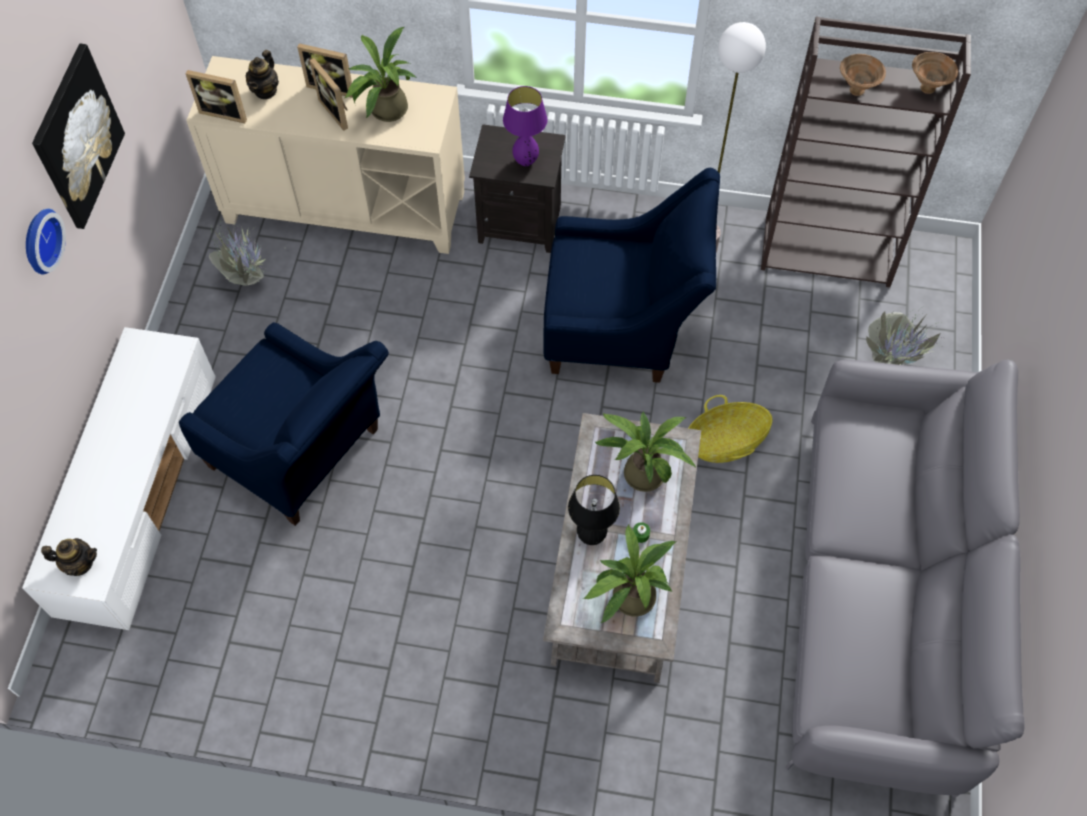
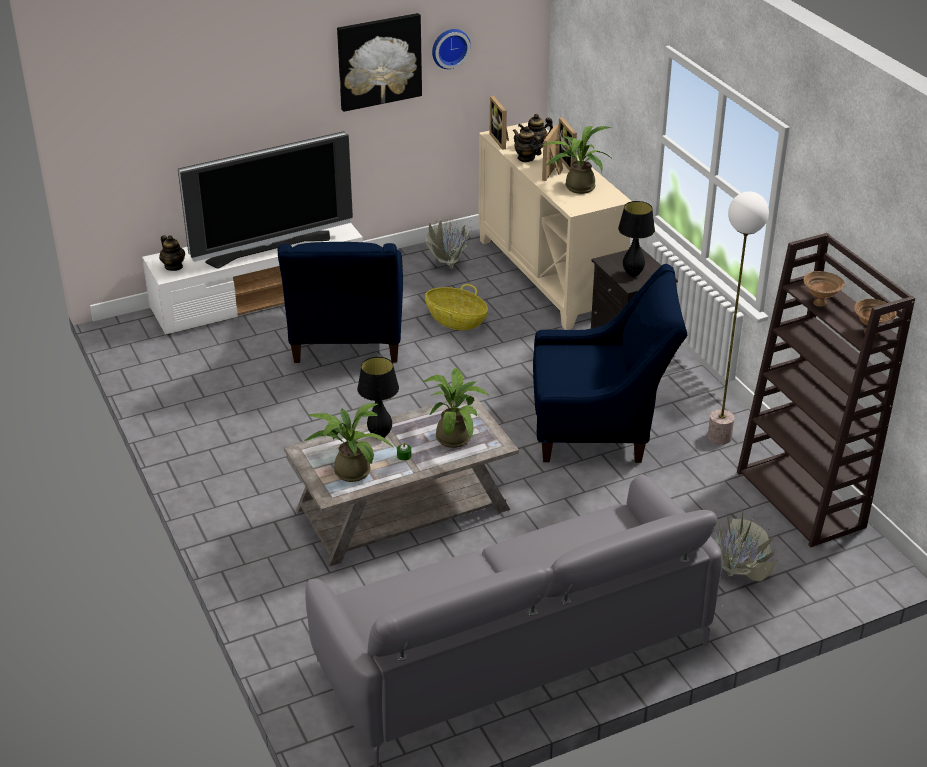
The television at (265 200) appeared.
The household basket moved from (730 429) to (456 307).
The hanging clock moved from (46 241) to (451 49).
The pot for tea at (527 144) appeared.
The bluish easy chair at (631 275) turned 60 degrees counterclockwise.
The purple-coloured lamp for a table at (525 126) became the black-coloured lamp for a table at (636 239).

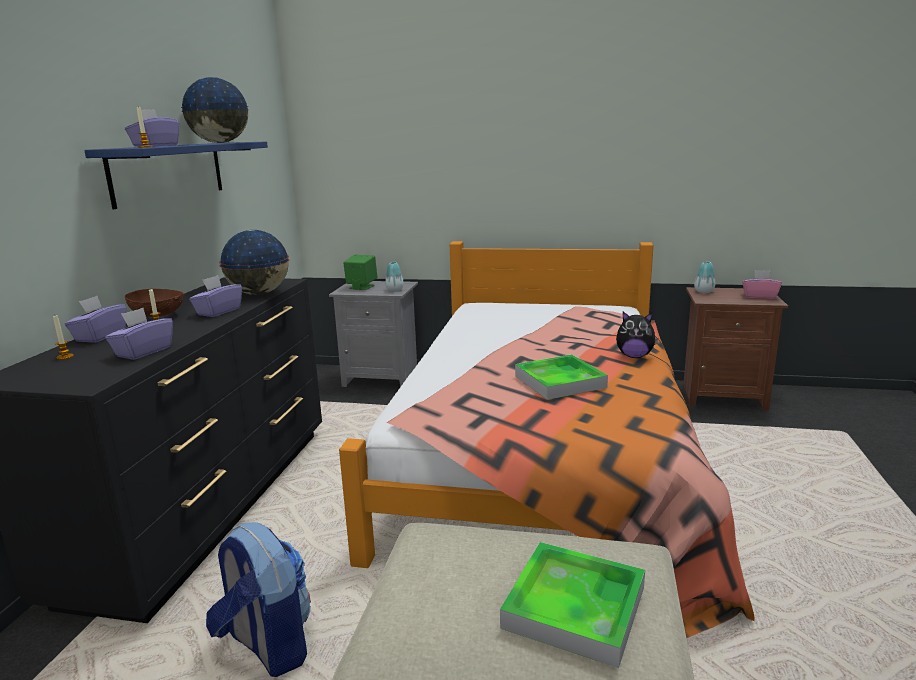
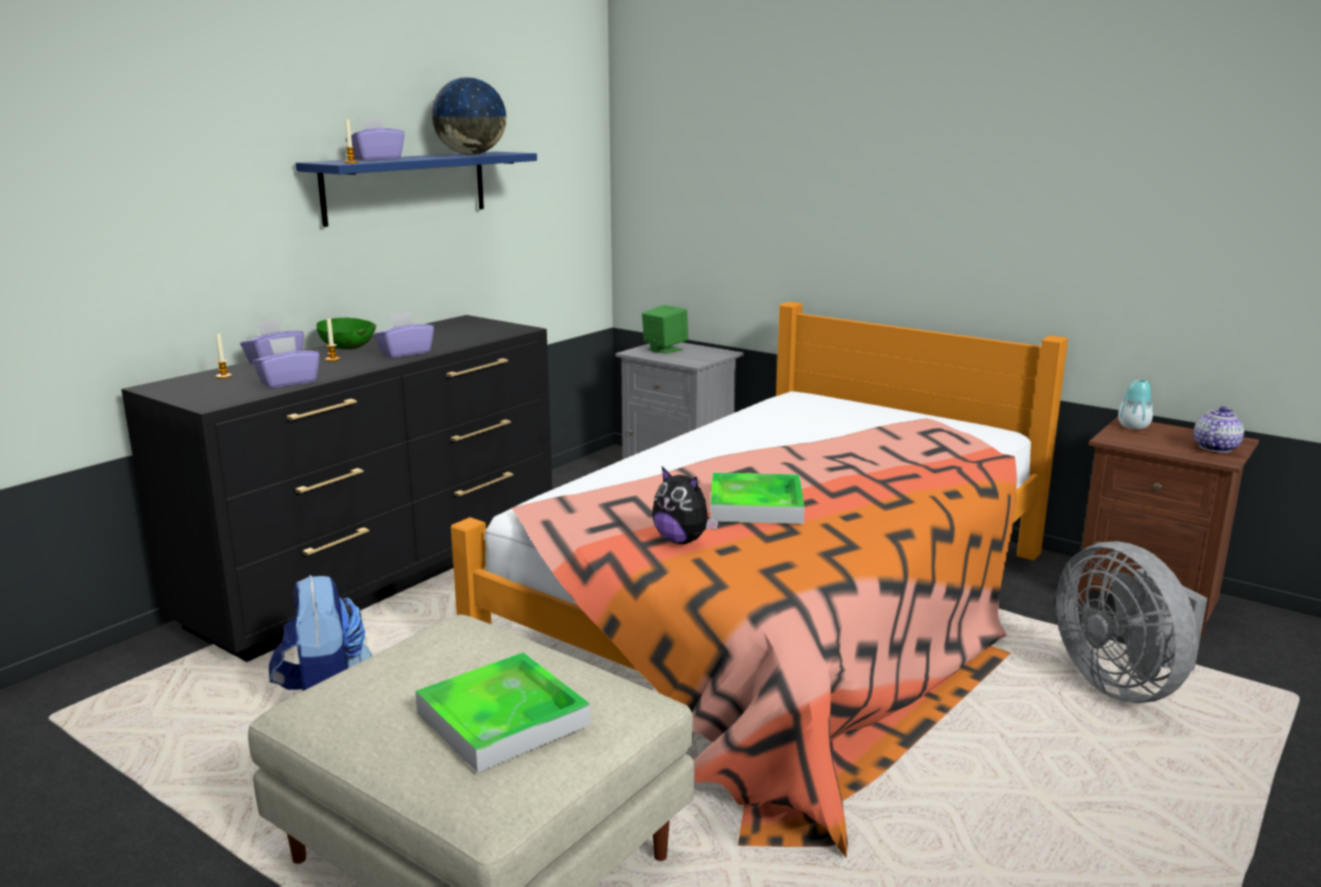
The brown-coloured bowl at (154 303) became the green-coloured bowl at (346 334).
The cuddly toy moved from (637 335) to (685 505).
The grey cooling fan at (1131 622) appeared.
The pinkish box of tissues at (762 284) was replaced by the pot for tea at (1219 429).
The world globe at (254 262) disappeared.
The vase at (394 276) disappeared.

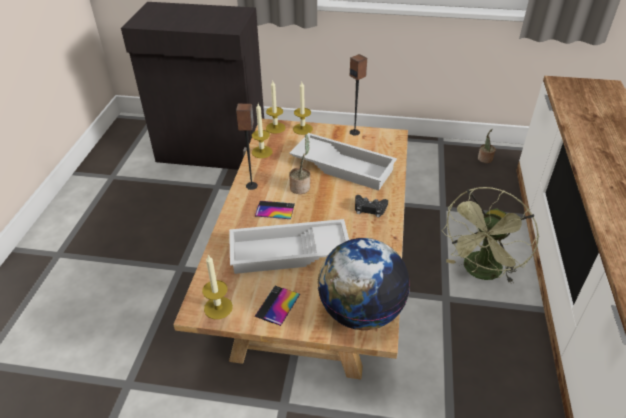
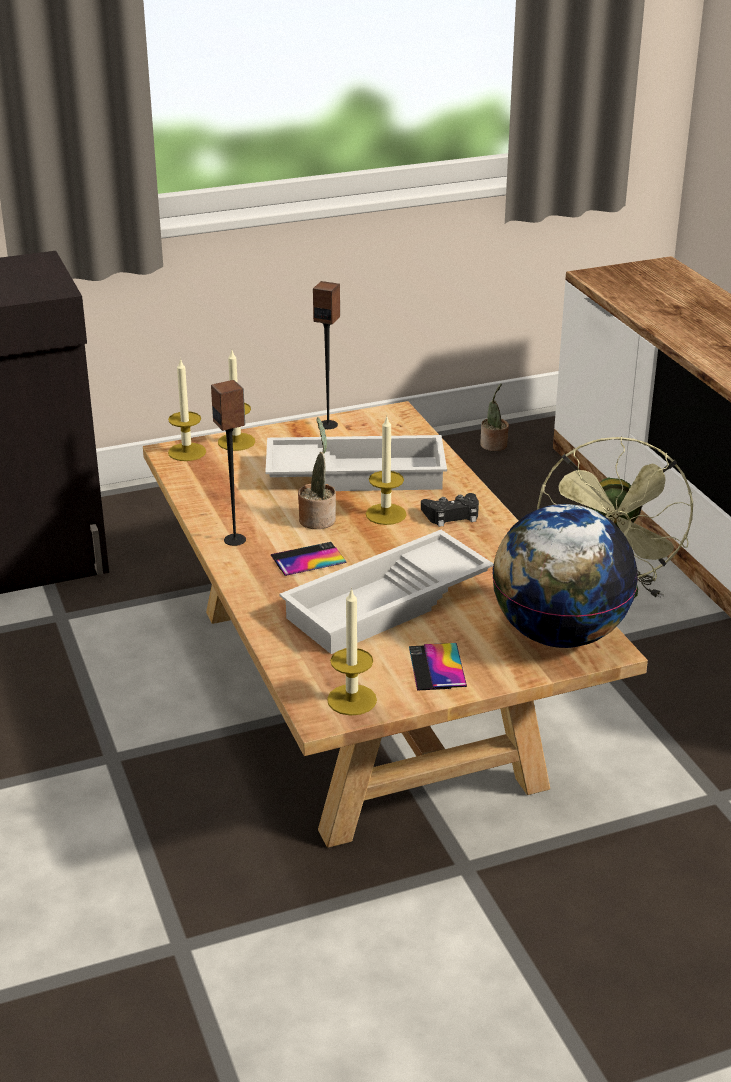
The candle moved from (262 131) to (386 471).

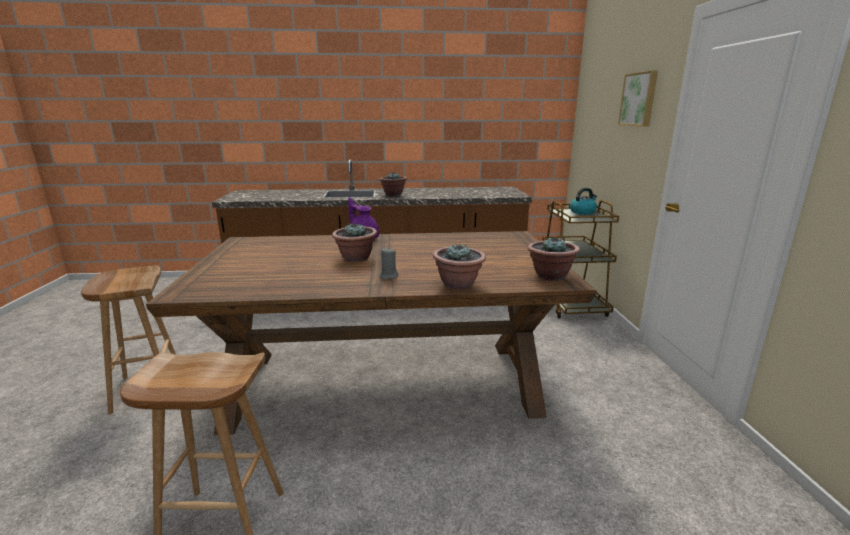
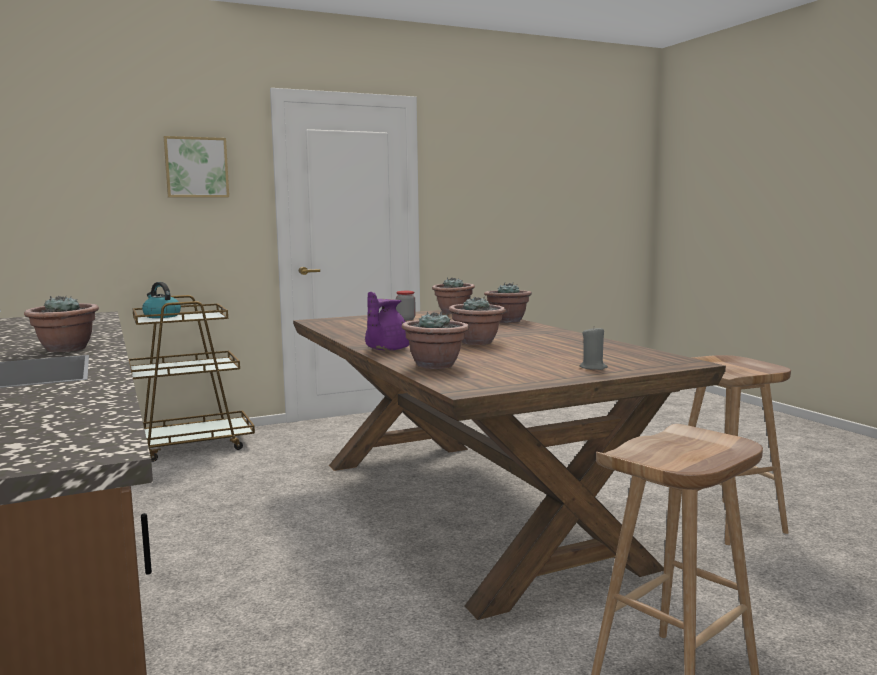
The preserve jar at (406 305) appeared.
The houseplant at (435 340) appeared.
The grey candle moved from (388 264) to (594 348).

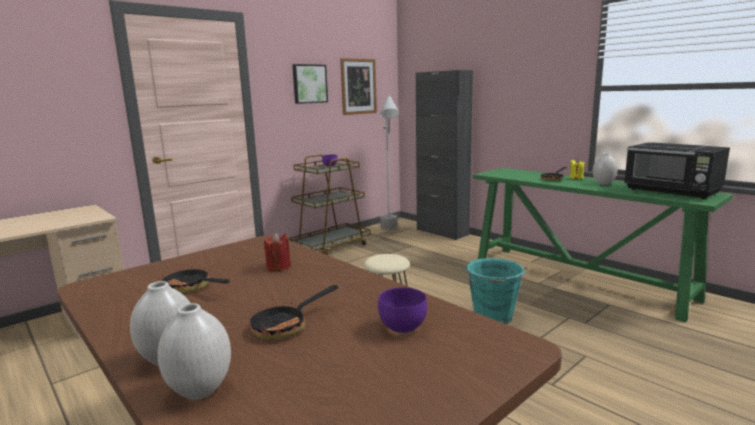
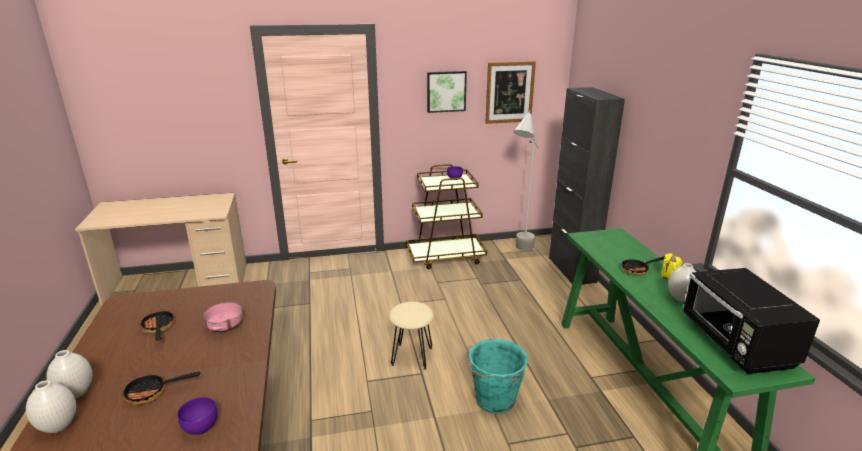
The reddish candle at (277 252) was replaced by the pinkish bowl at (223 317).

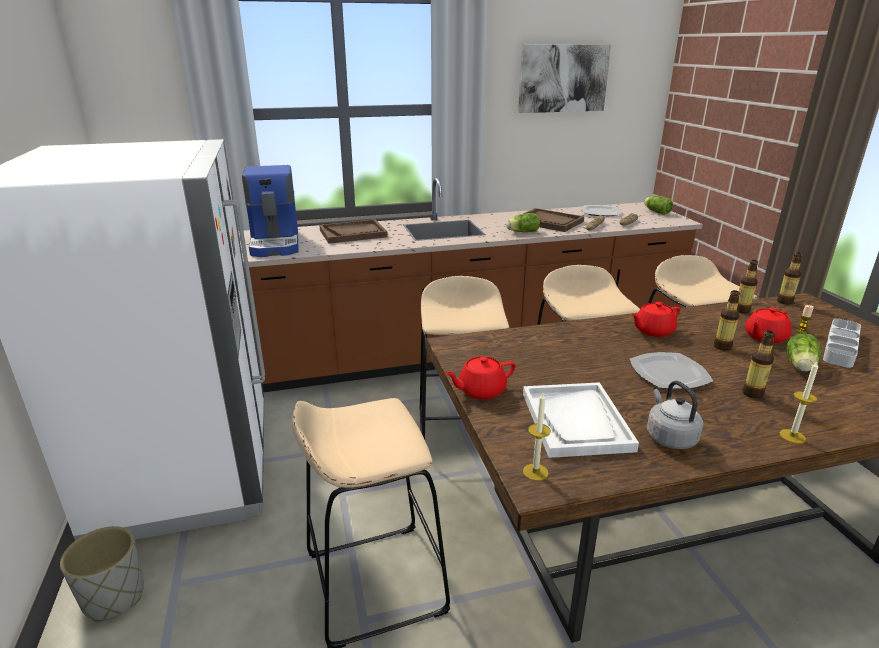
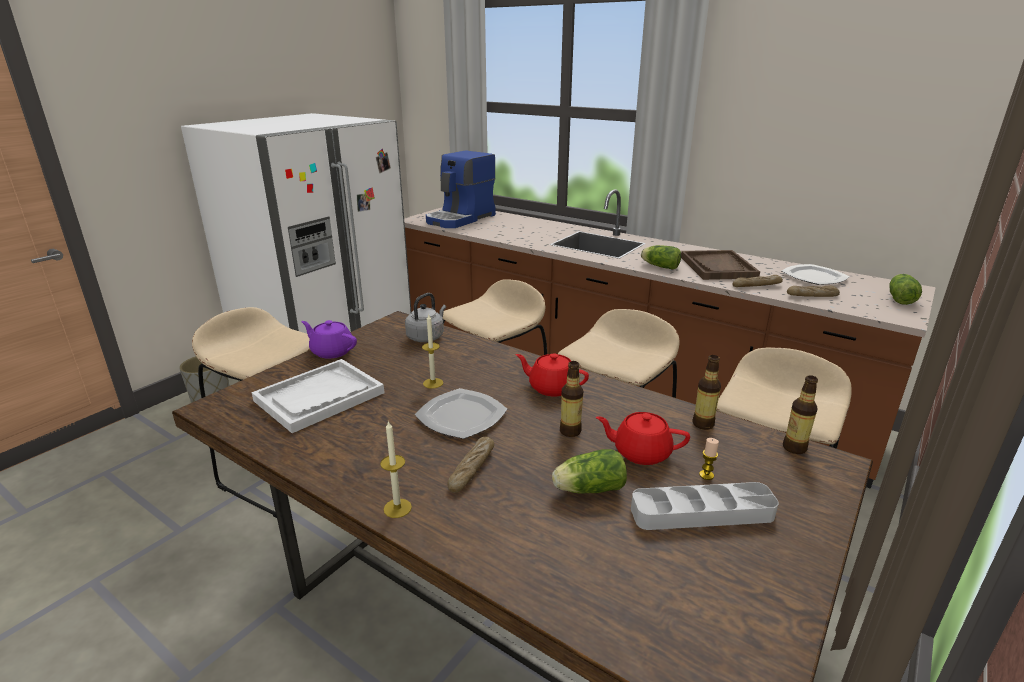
The reddish pot for tea at (480 378) became the purple-coloured pot for tea at (329 339).
The grey tea kettle moved from (675 415) to (425 317).
The candle moved from (537 437) to (432 351).
The beverage bottle at (759 364) was replaced by the bakery bread at (470 465).
The brown-coloured serving tray at (353 231) disappeared.
The picture at (564 79) disappeared.

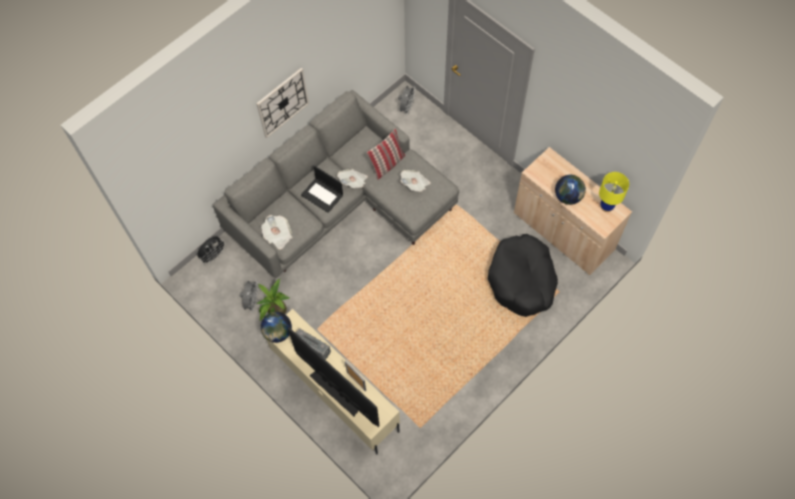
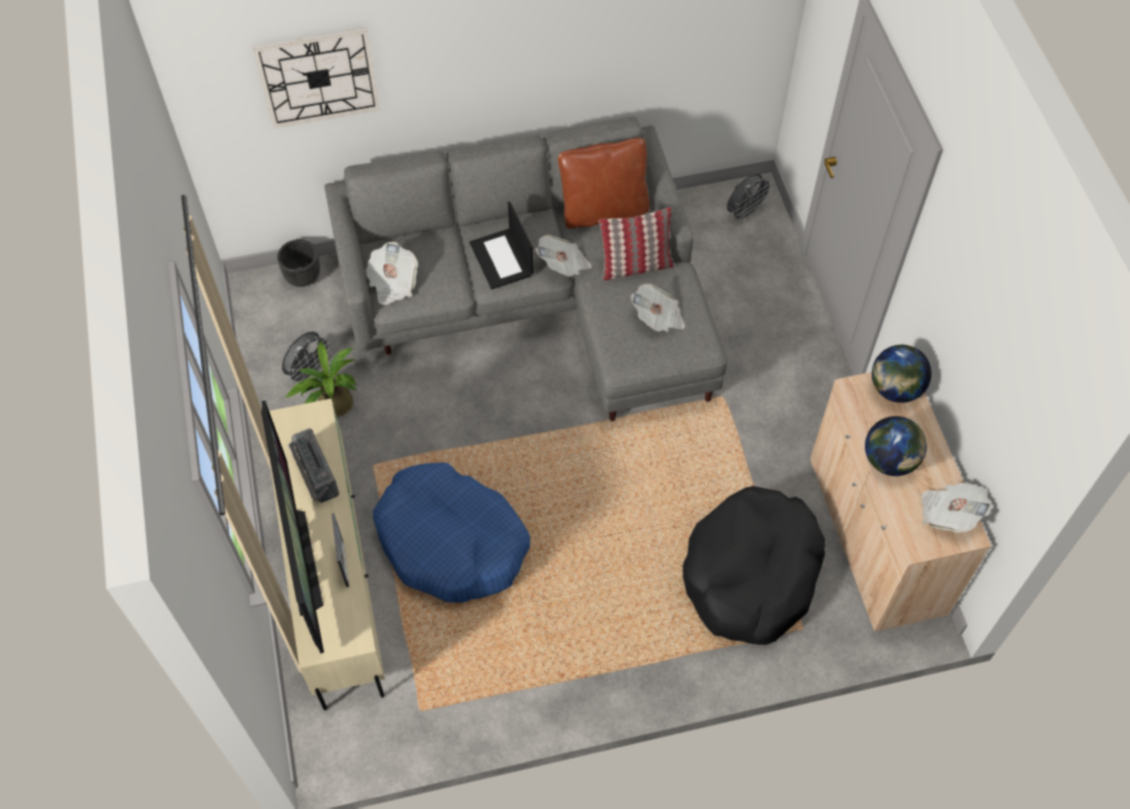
The hanging clock moved from (282 103) to (316 77).
The black-coloured cooling fan at (211 251) was replaced by the black-coloured plant pot at (298 263).
The bluish dog cushion at (451 532) appeared.
The brown-coloured cushion at (604 183) appeared.
The world globe moved from (276 327) to (902 374).
The yellow lamp for a table at (614 192) was replaced by the printed paper at (956 507).

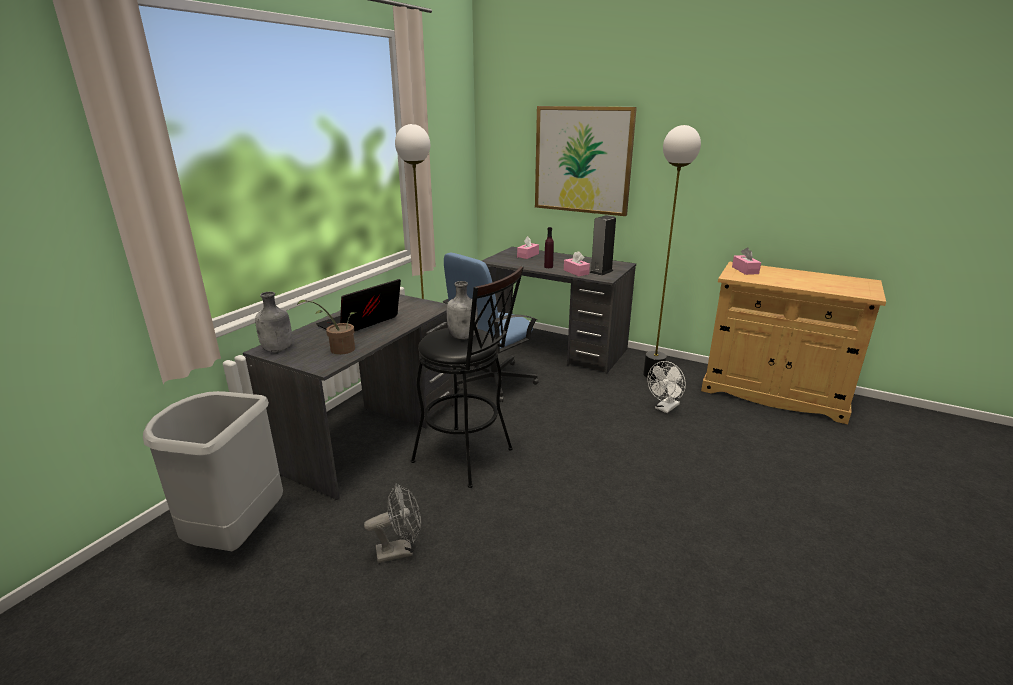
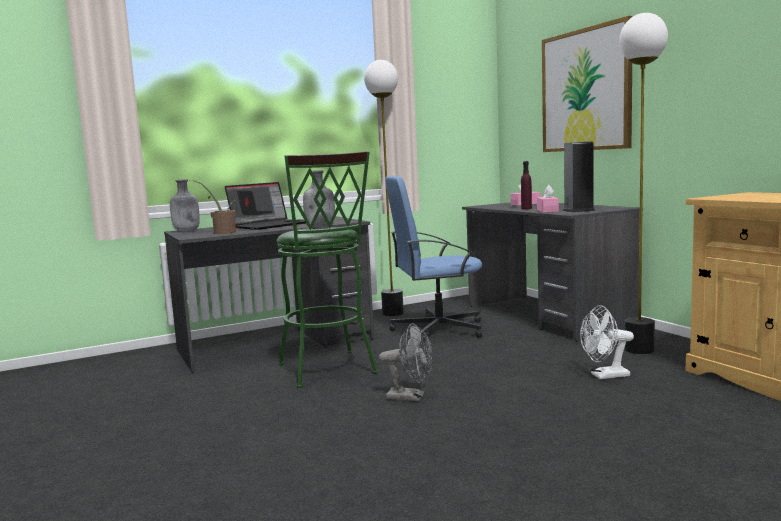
The laptop at (358 305) turned 150 degrees clockwise.
The black-coloured sitting stool at (467 376) became the green-coloured sitting stool at (327 269).
The grey cooling fan moved from (392 523) to (406 362).
The grey rubbish bin at (213 471) disappeared.
The pinkish box of tissues at (746 261) disappeared.

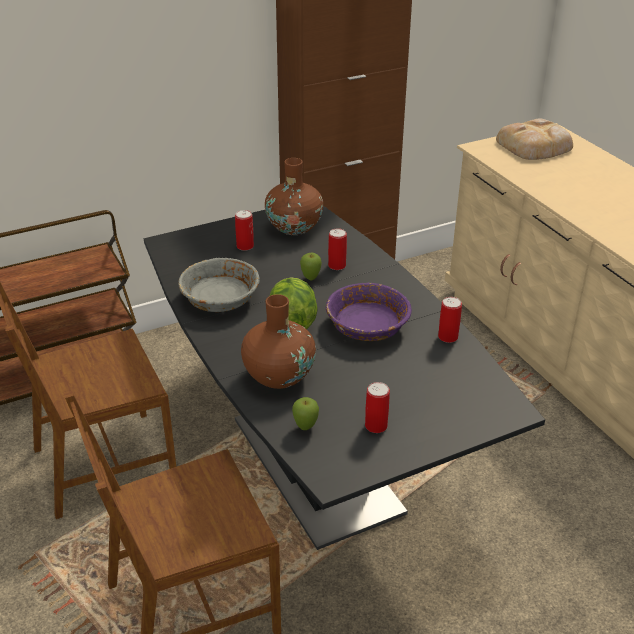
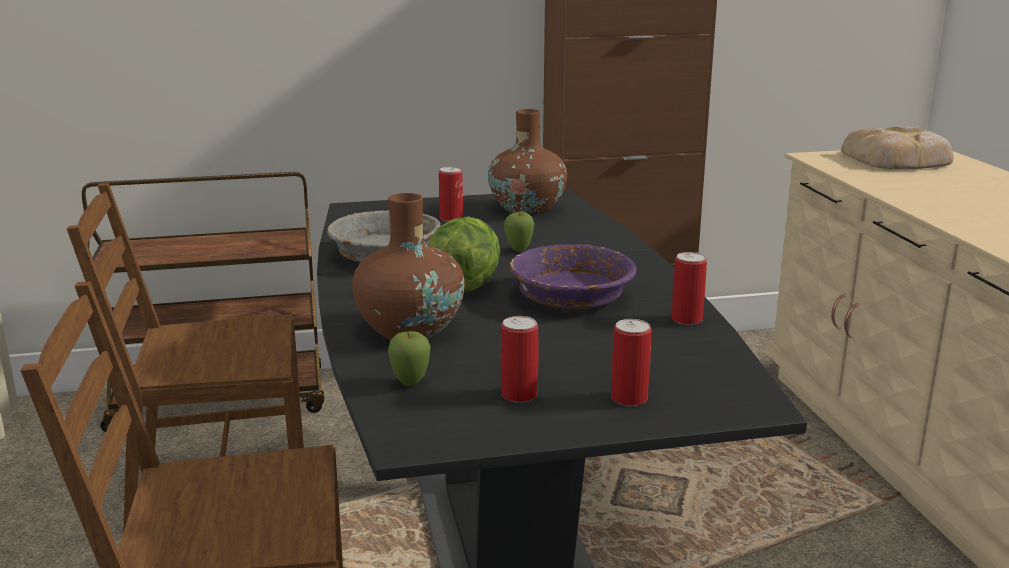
The sealed can moved from (337 249) to (631 362).

